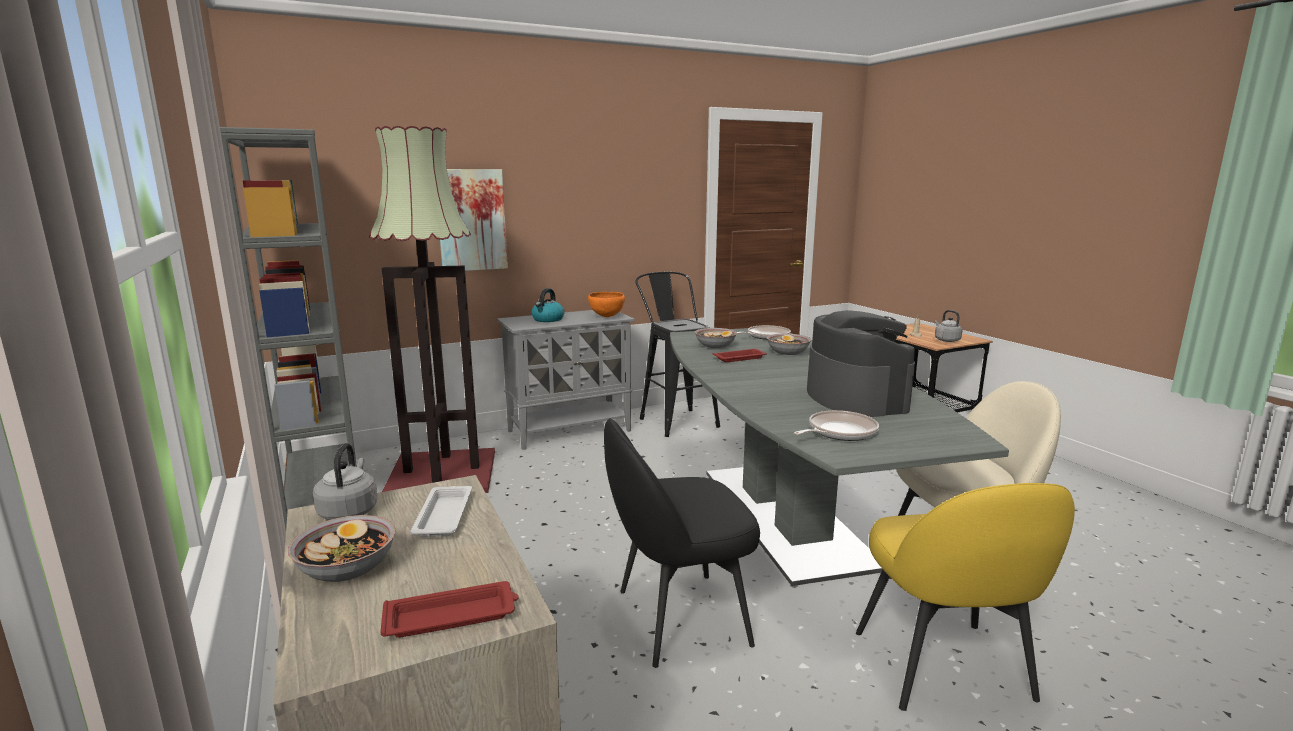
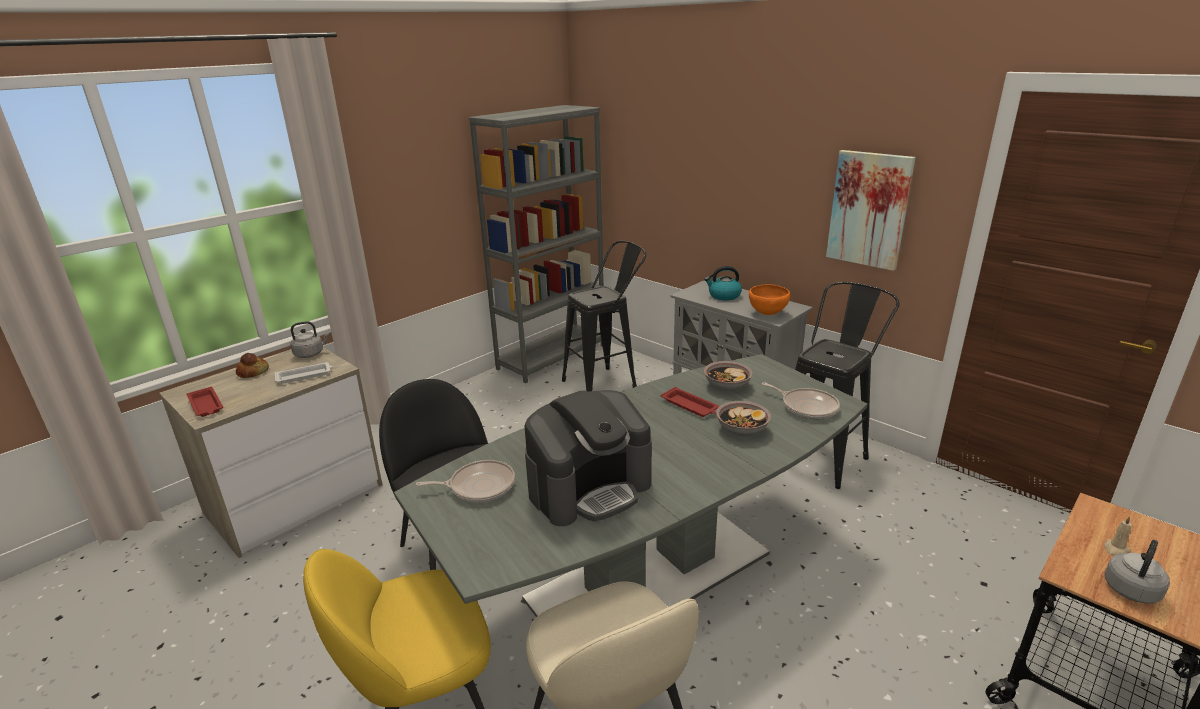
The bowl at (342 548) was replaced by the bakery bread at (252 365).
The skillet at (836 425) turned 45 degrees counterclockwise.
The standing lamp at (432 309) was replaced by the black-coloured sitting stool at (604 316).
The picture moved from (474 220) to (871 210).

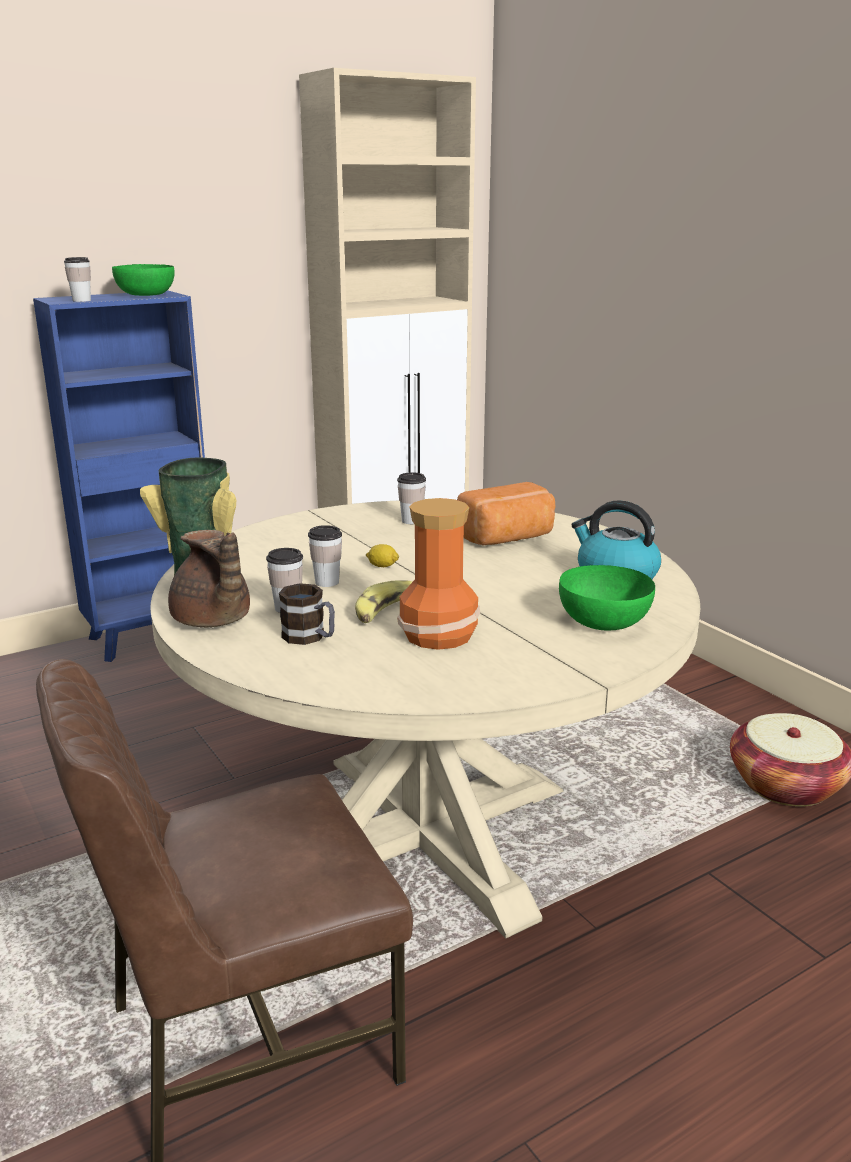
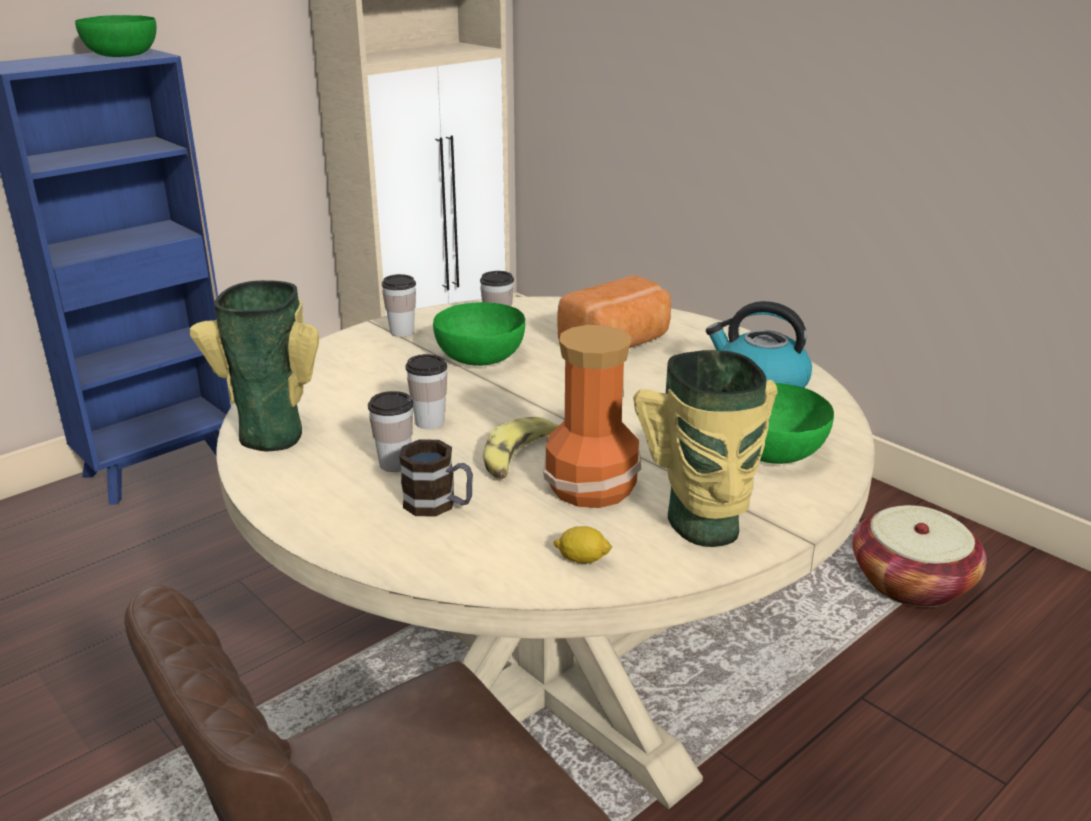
The drinking cup moved from (77 279) to (399 305).
The green-coloured bowl at (479 334) appeared.
The citrus fruit moved from (382 555) to (582 545).
The vase at (705 448) appeared.
The brown-coloured pot for tea at (209 578) disappeared.

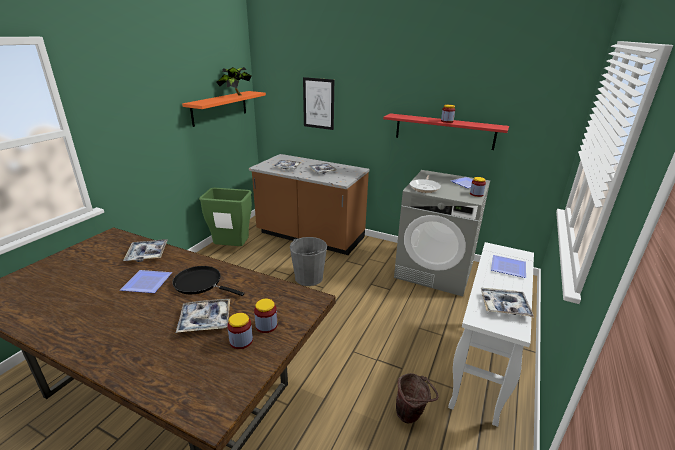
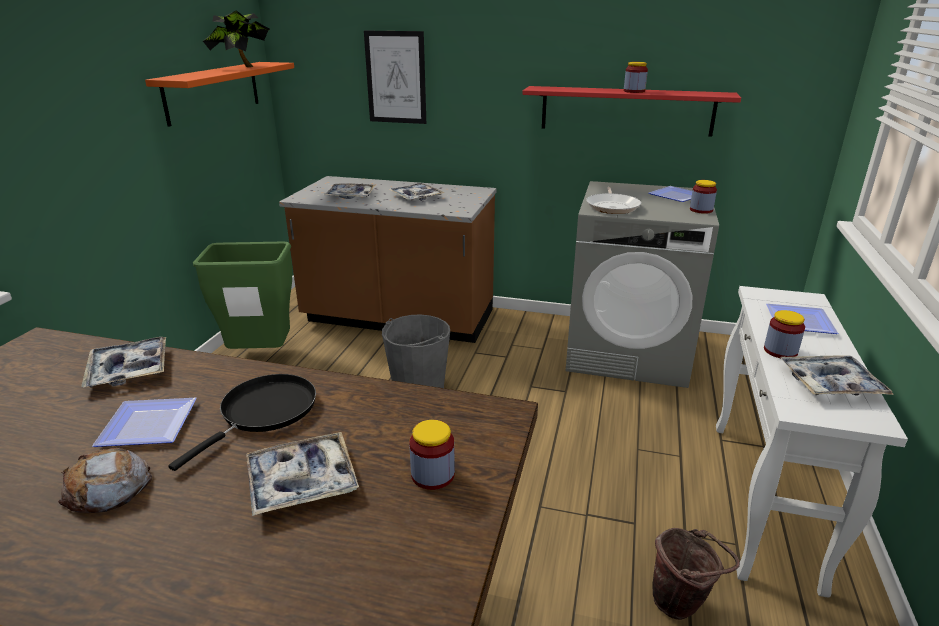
The bakery bread at (105 480) appeared.
The black-coloured skillet at (208 281) turned 105 degrees clockwise.
The preserve jar moved from (240 331) to (784 334).

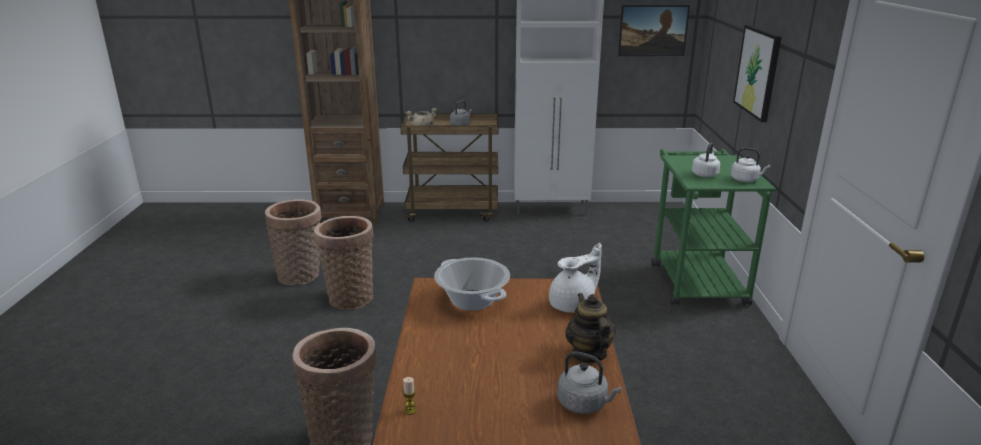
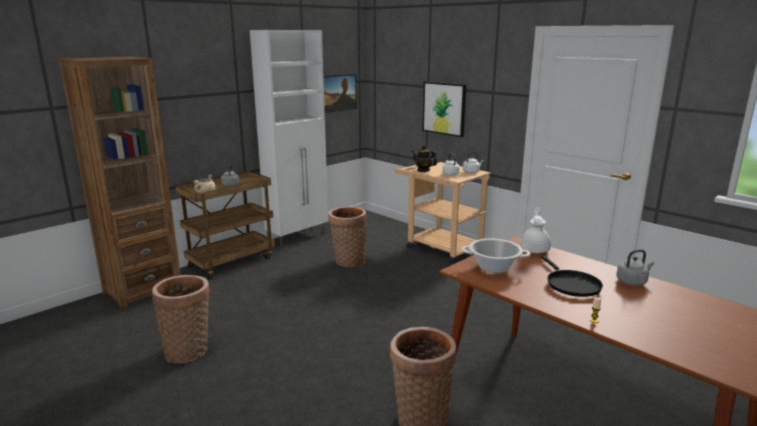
The household basket moved from (344 263) to (348 237).
The green-coloured wheeled cart at (713 227) became the beige-coloured wheeled cart at (442 212).
The pot for tea moved from (590 328) to (424 158).
The black-coloured skillet at (572 276) appeared.

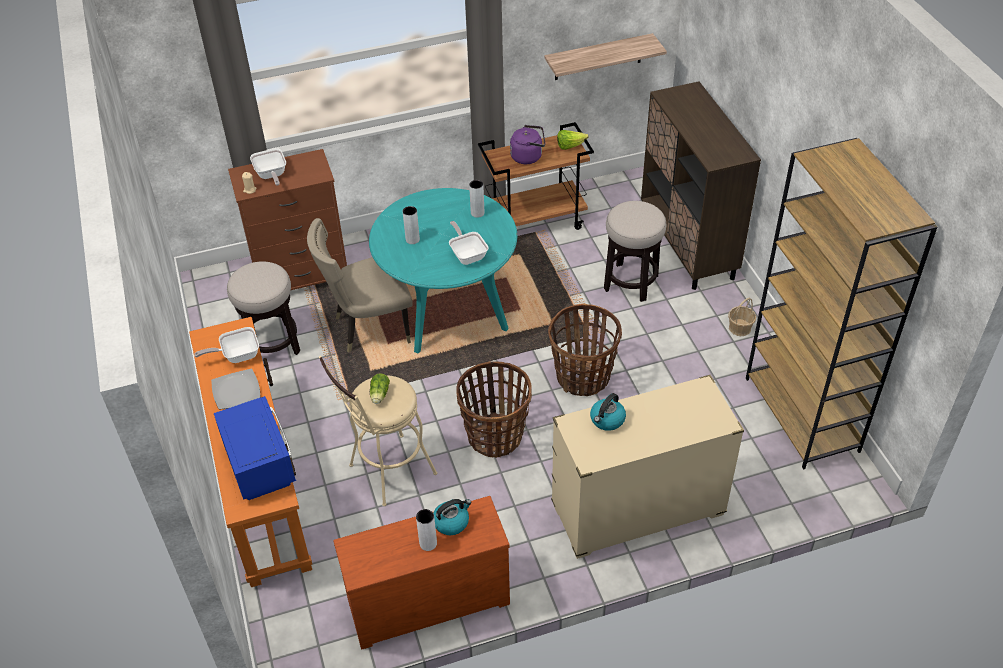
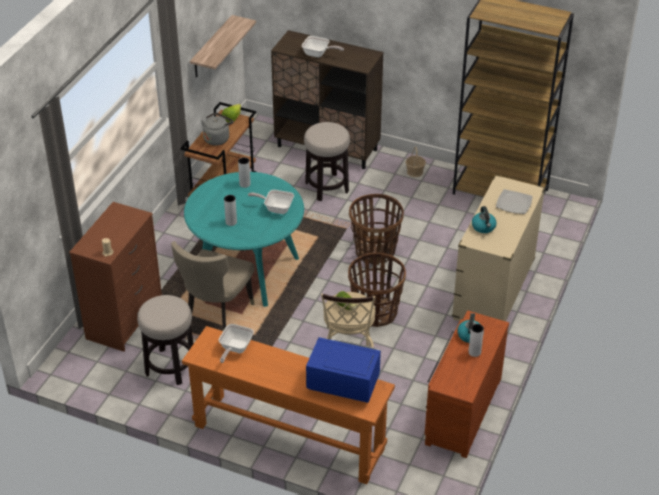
The purple-coloured tea kettle at (527 144) became the grey tea kettle at (217 129).
The skillet moved from (268 167) to (323 47).
The dinner plate moved from (236 389) to (514 201).

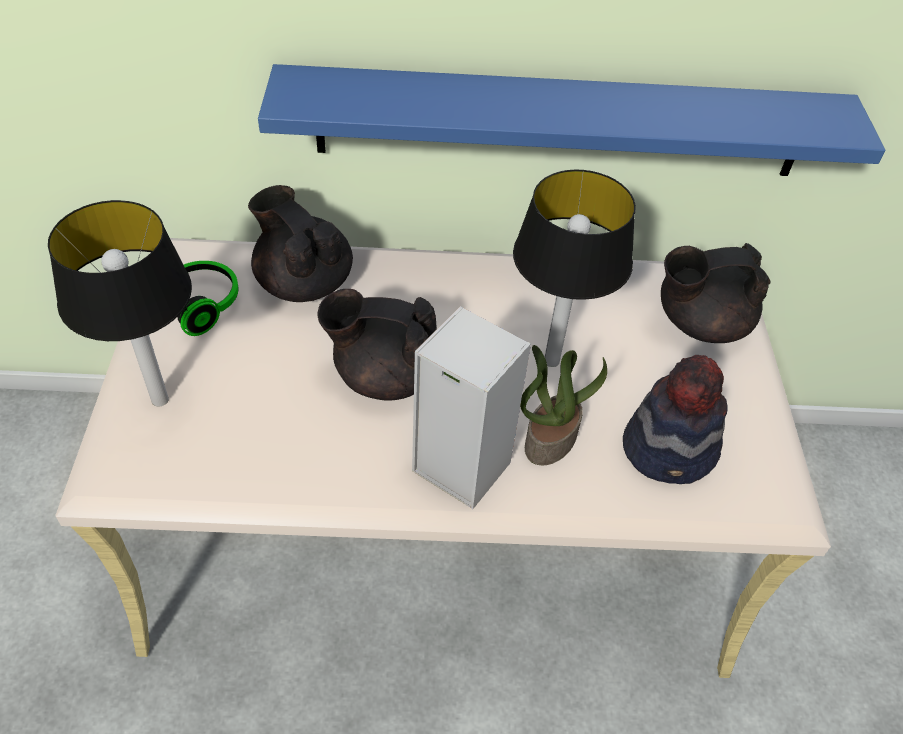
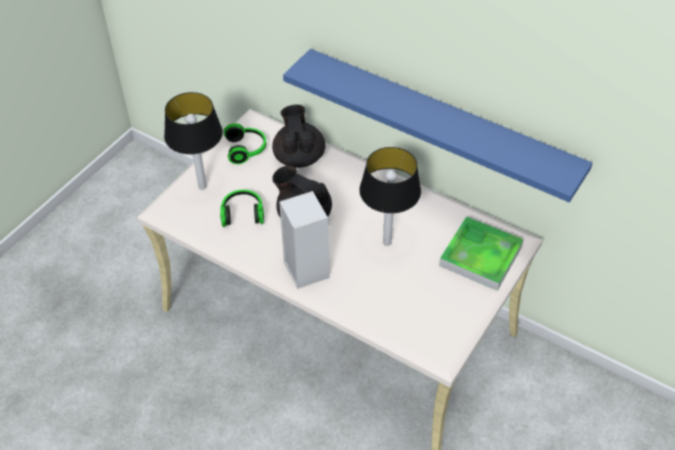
The headphones at (242 208) appeared.
The black-coloured pot for tea at (716 293) was replaced by the serving tray at (481 253).
The houseplant at (563 405) disappeared.
The hat at (675 419) disappeared.

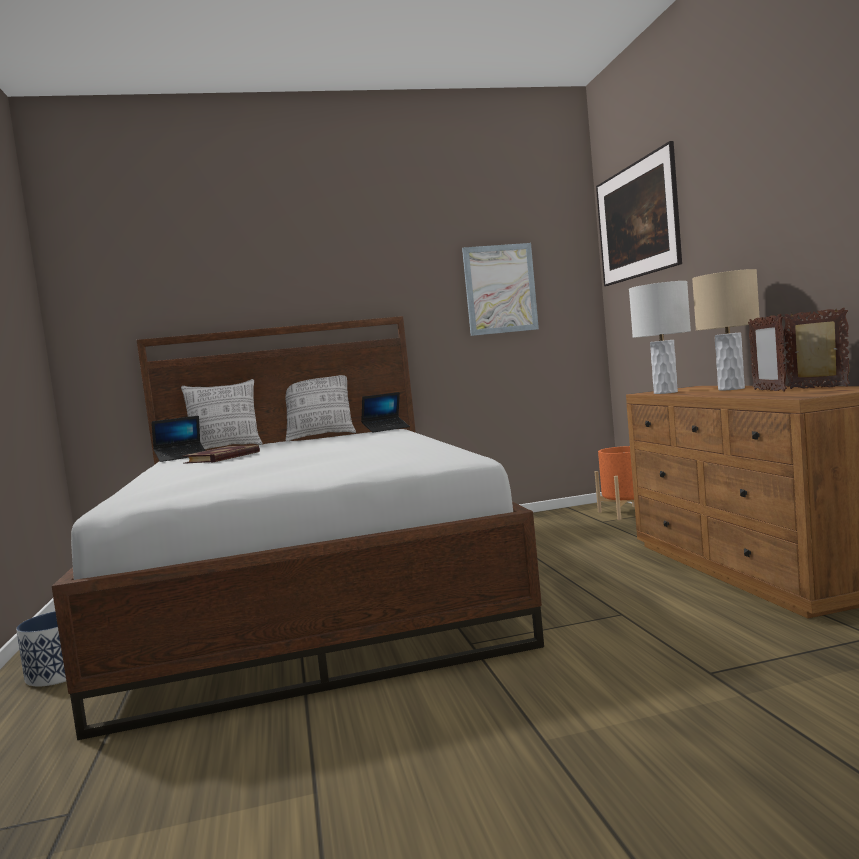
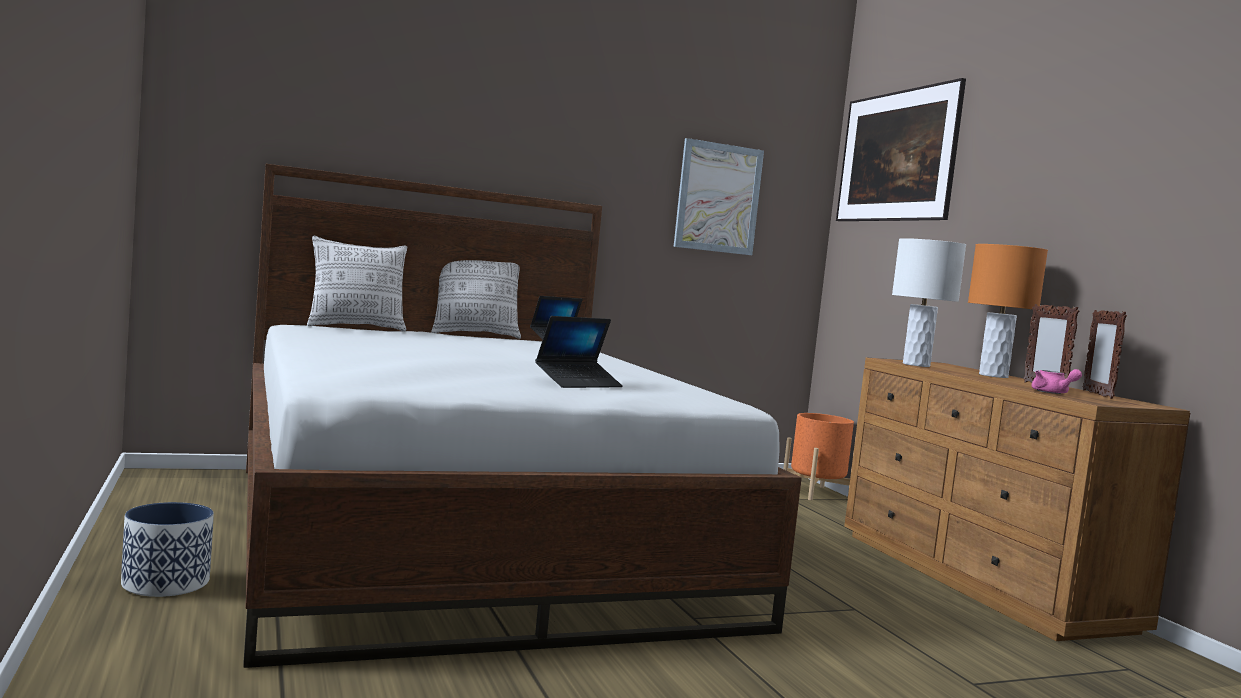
The laptop moved from (179 439) to (579 352).
The beige-coloured lamp for a table at (726 330) became the orange-coloured lamp for a table at (1008 311).
The pinkish pot for tea at (1056 381) appeared.
The picture frame at (816 348) turned 135 degrees counterclockwise.
The book at (221 454) disappeared.

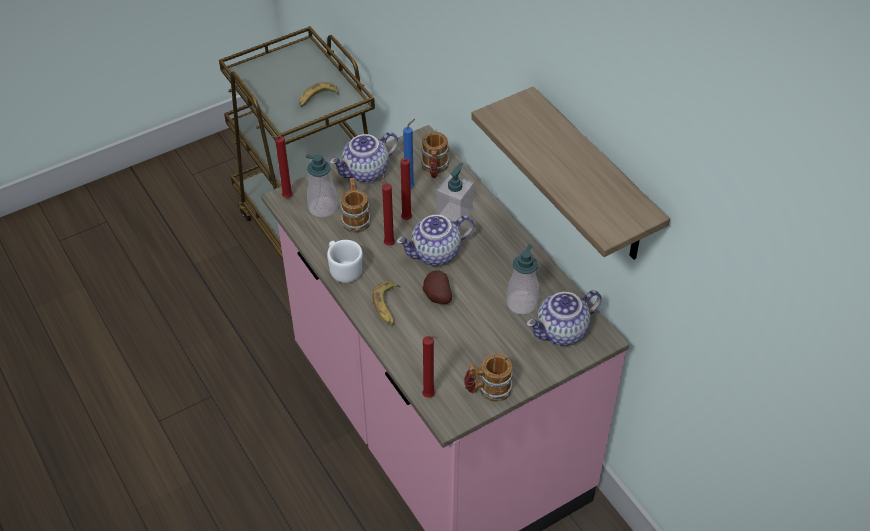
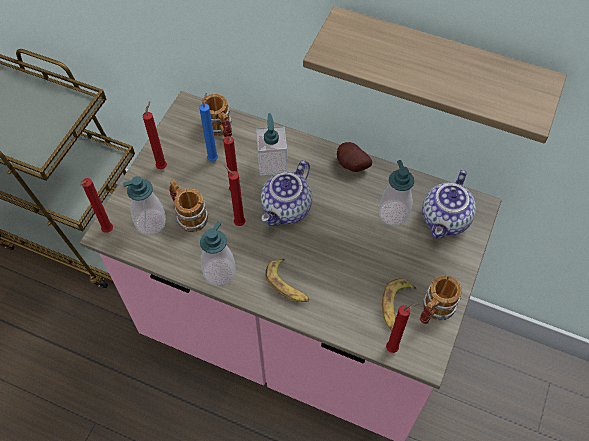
The pot for tea at (364 157) was replaced by the reddish candle at (155 135).
The white-coloured tea mug at (345 261) was replaced by the liquid soap bottle at (218 253).
The potato moved from (437 287) to (354 157).
The banana fruit moved from (319 94) to (399 304).

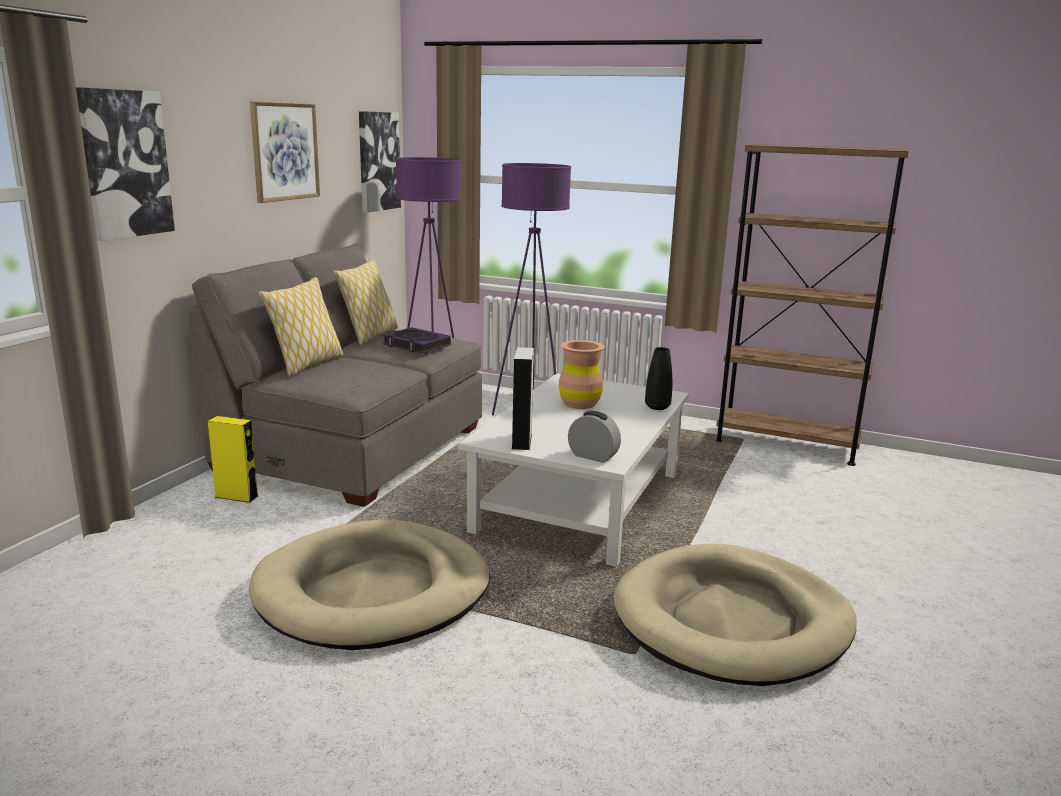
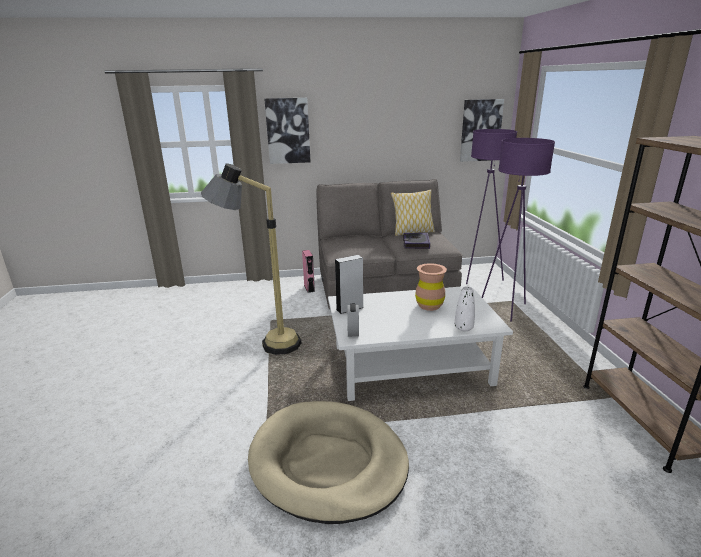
The beige-coloured dog cushion at (369 585) was replaced by the standing lamp at (251 259).
The yellow speaker at (233 459) became the pinkish speaker at (308 271).
The black-coloured vase at (658 378) became the white-coloured vase at (465 308).
The picture at (285 152) disappeared.
The cushion at (301 327) disappeared.

